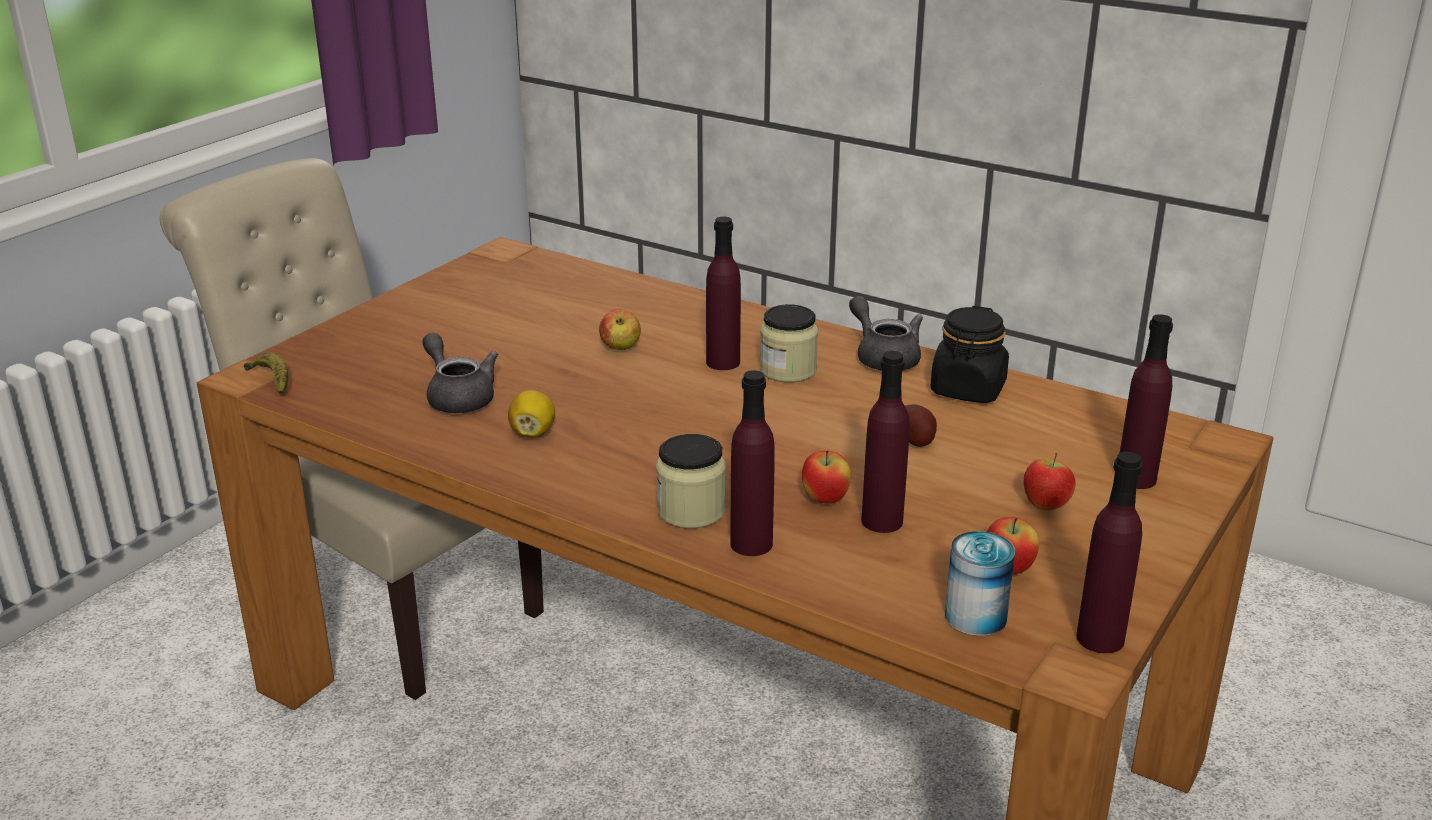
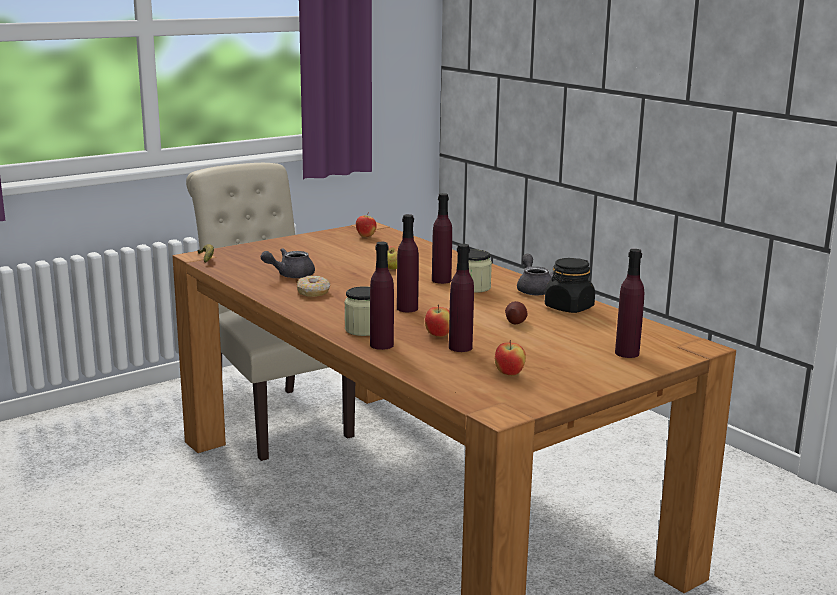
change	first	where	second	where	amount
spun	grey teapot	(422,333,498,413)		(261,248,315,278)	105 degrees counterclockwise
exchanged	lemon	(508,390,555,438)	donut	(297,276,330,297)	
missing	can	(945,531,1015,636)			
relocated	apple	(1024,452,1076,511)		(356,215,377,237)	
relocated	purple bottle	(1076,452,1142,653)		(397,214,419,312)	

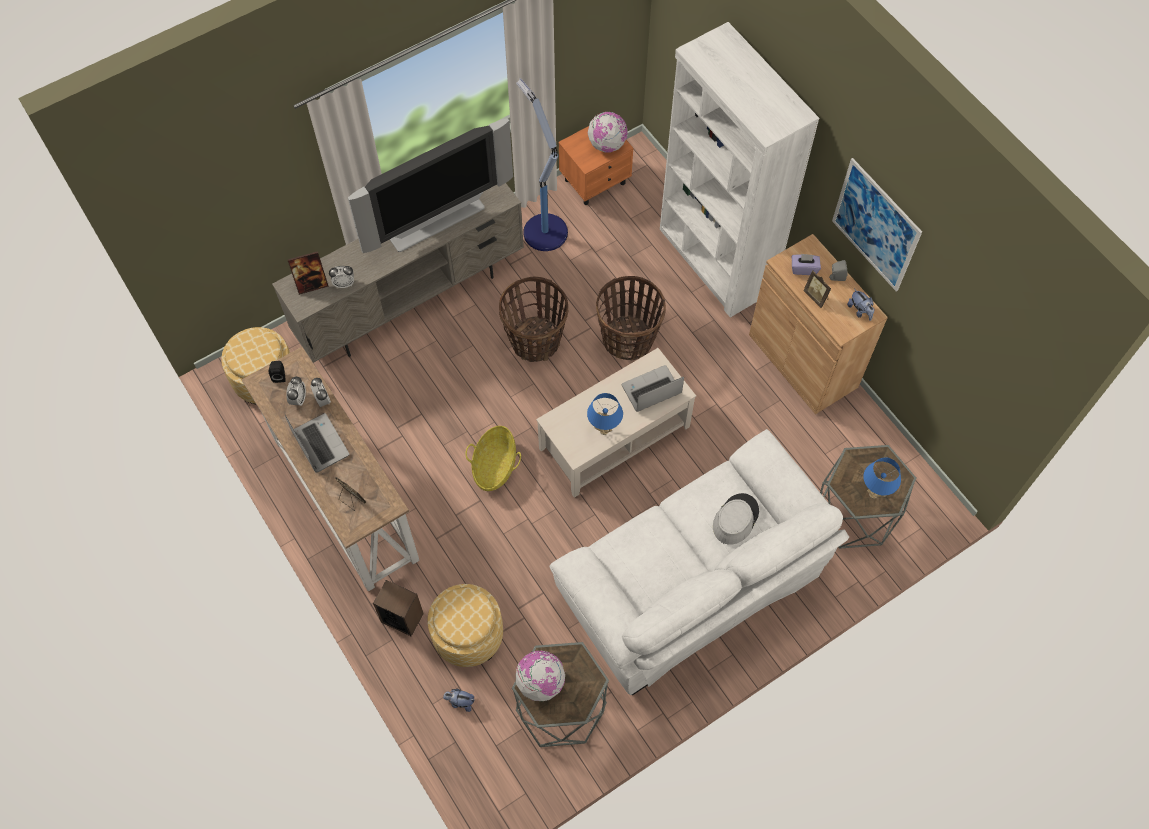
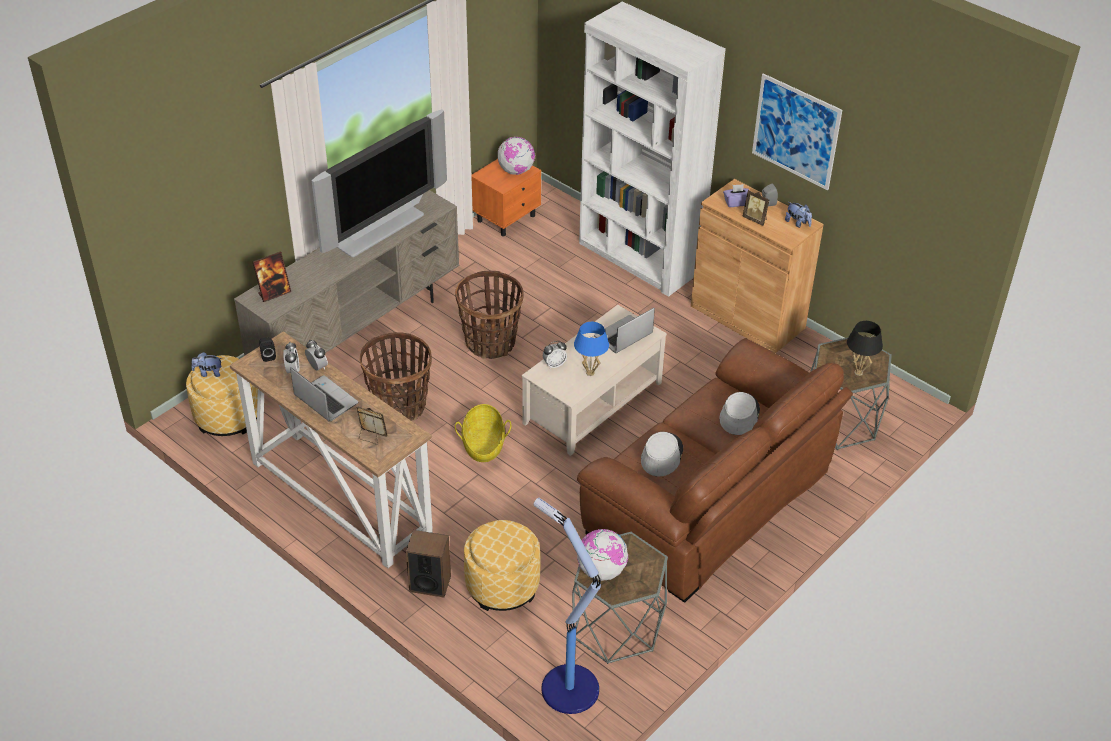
change	first	where	second	where	amount
relocated	alarm clock	(329,266,354,288)		(543,341,567,369)	
relocated	plush toy	(443,689,474,712)		(191,352,222,377)	
relocated	floor lamp	(516,78,568,251)		(534,498,601,714)	
colour	white sofa	(550,429,849,695)	brown sofa	(577,338,853,603)	
relocated	basket	(596,276,666,361)		(359,332,432,421)	
colour	blue table lamp	(863,458,901,499)	black table lamp	(847,321,883,376)	
appeared			grey hat	(641,432,683,476)	

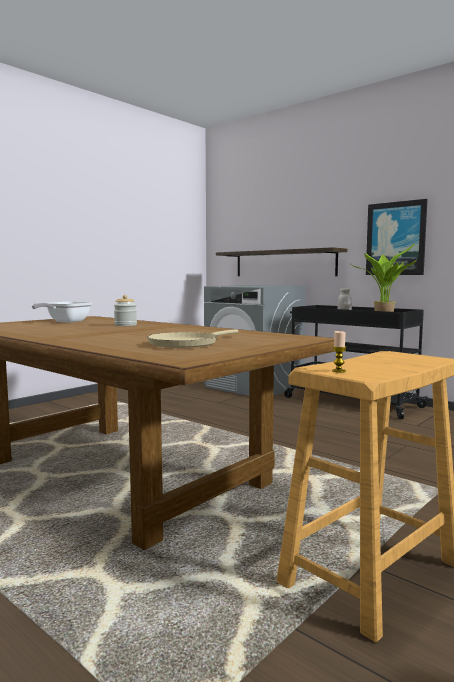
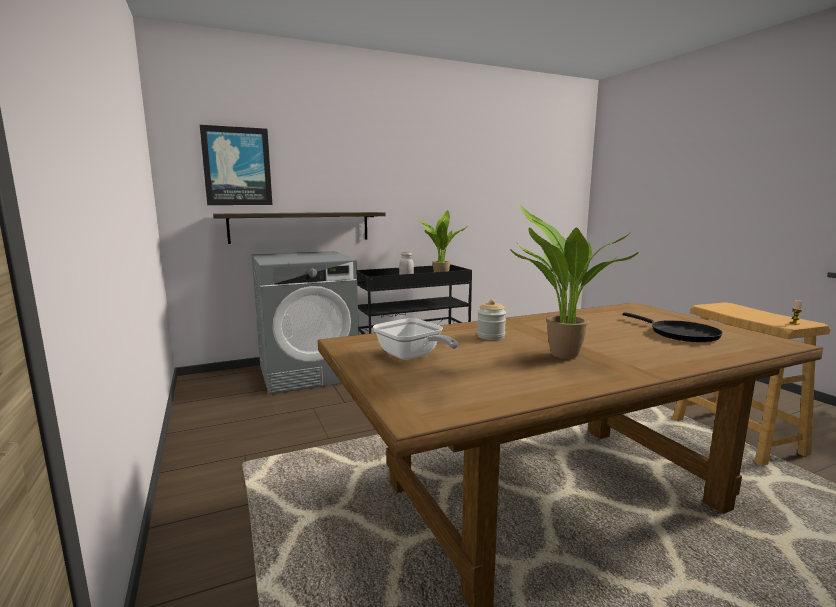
change	first	where	second	where	amount
colour	beige frying pan	(147,330,238,348)	black frying pan	(623,312,723,342)	
relocated	picture	(366,199,428,275)		(200,125,272,205)	
appeared			potted plant	(510,205,639,359)	

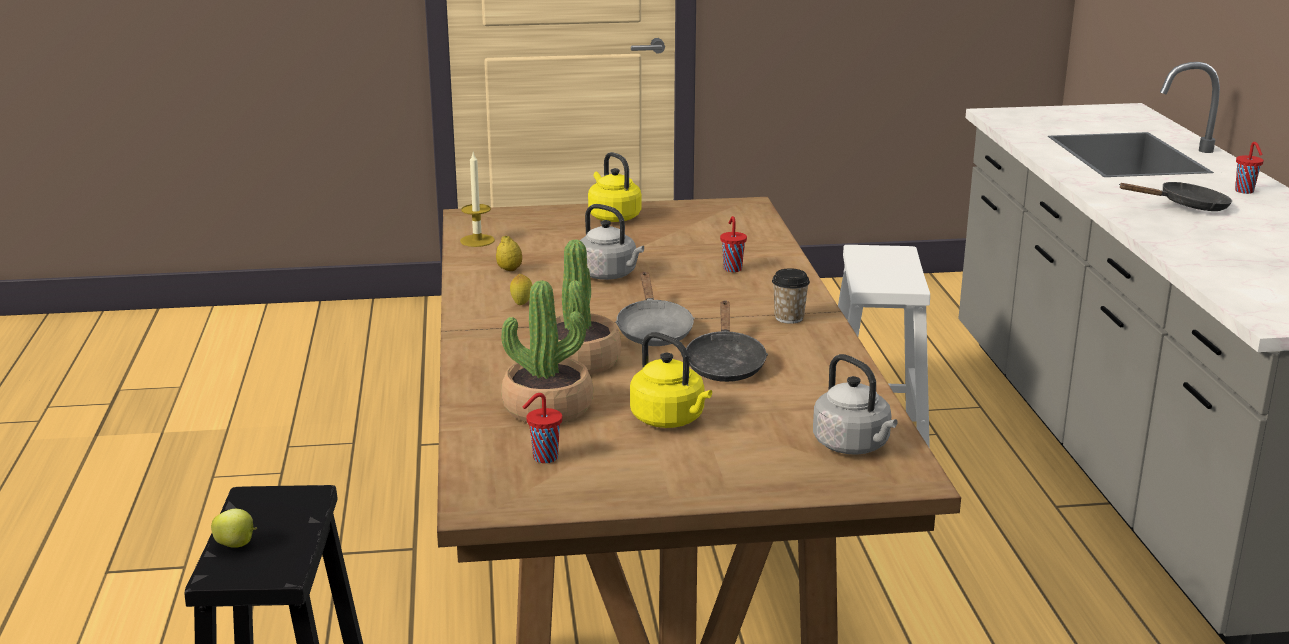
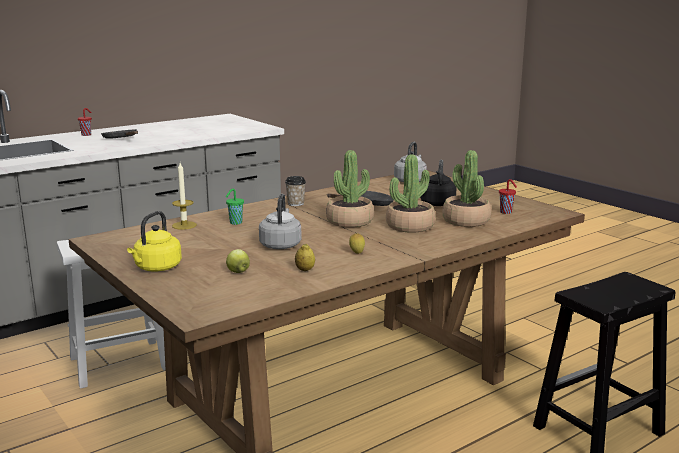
change	first	where	second	where	amount
relocated	apple	(211,509,257,548)		(226,249,250,273)	
relocated	candle	(460,153,495,247)		(172,163,197,230)	
exchanged	grey frying pan	(615,272,695,346)	potted plant	(326,150,374,227)	
colour	yellow kettle	(630,332,712,428)	black kettle	(420,160,457,206)	
colour	red cup	(720,216,747,272)	green cup	(226,189,244,225)	

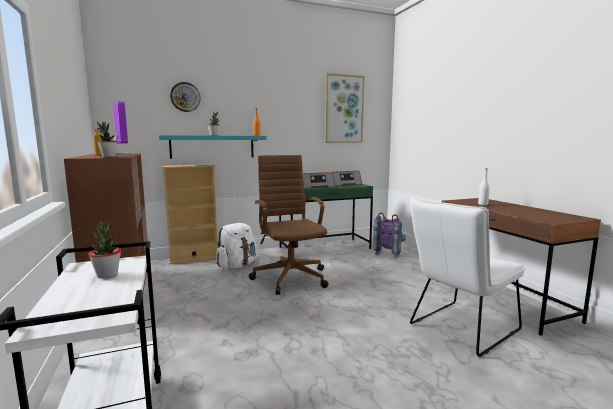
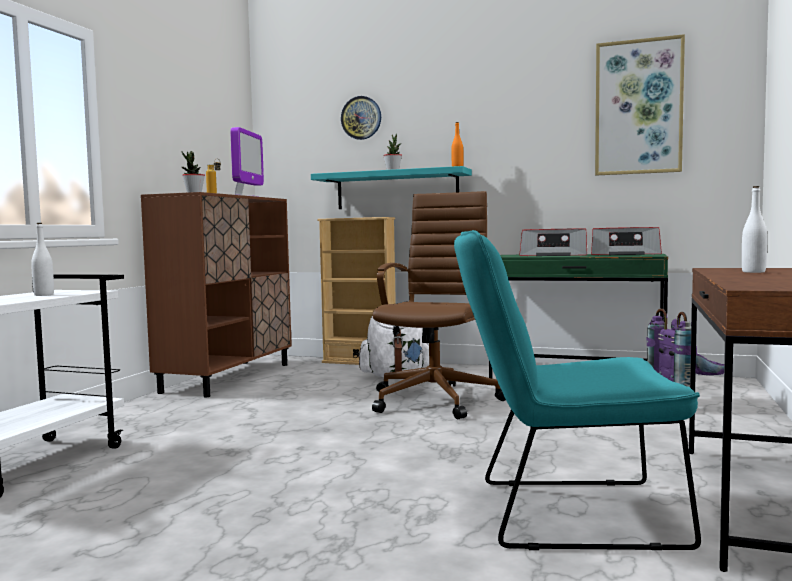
change	first	where	second	where	amount
exchanged	potted plant	(88,221,121,279)	white bottle	(31,223,54,296)	
colour	white chair	(410,197,526,357)	turquoise chair	(454,230,701,550)	

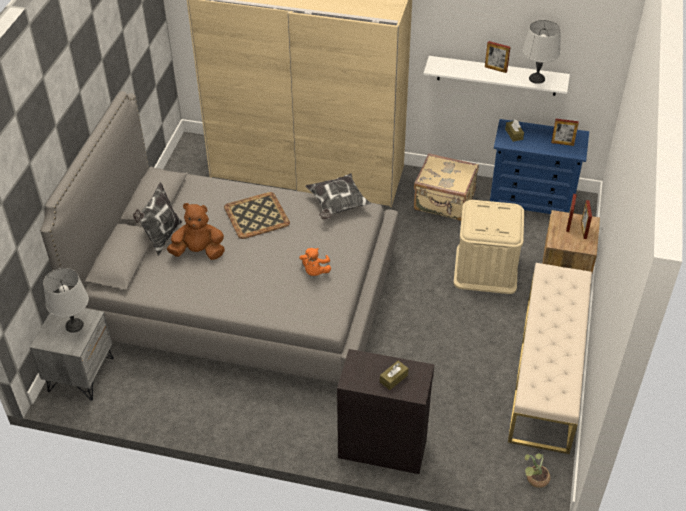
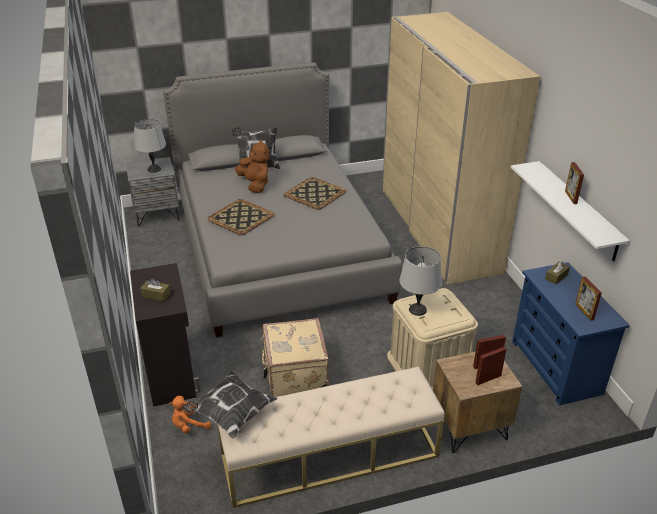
change	first	where	second	where	amount
relocated	orange plush toy	(299,248,331,276)		(169,396,211,433)	
relocated	pillow	(306,173,371,220)		(182,371,278,438)	
relocated	beige suitcase	(414,153,479,221)		(261,318,329,397)	
relocated	grey table lamp	(523,20,561,84)		(399,246,442,316)	
missing	potted plant	(525,453,550,488)			
appeared			tray	(207,199,274,235)	

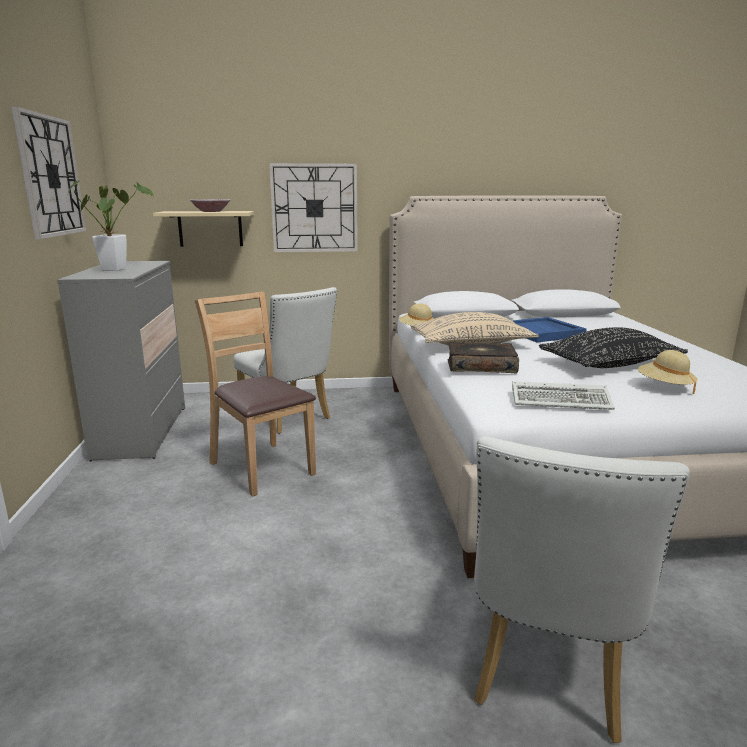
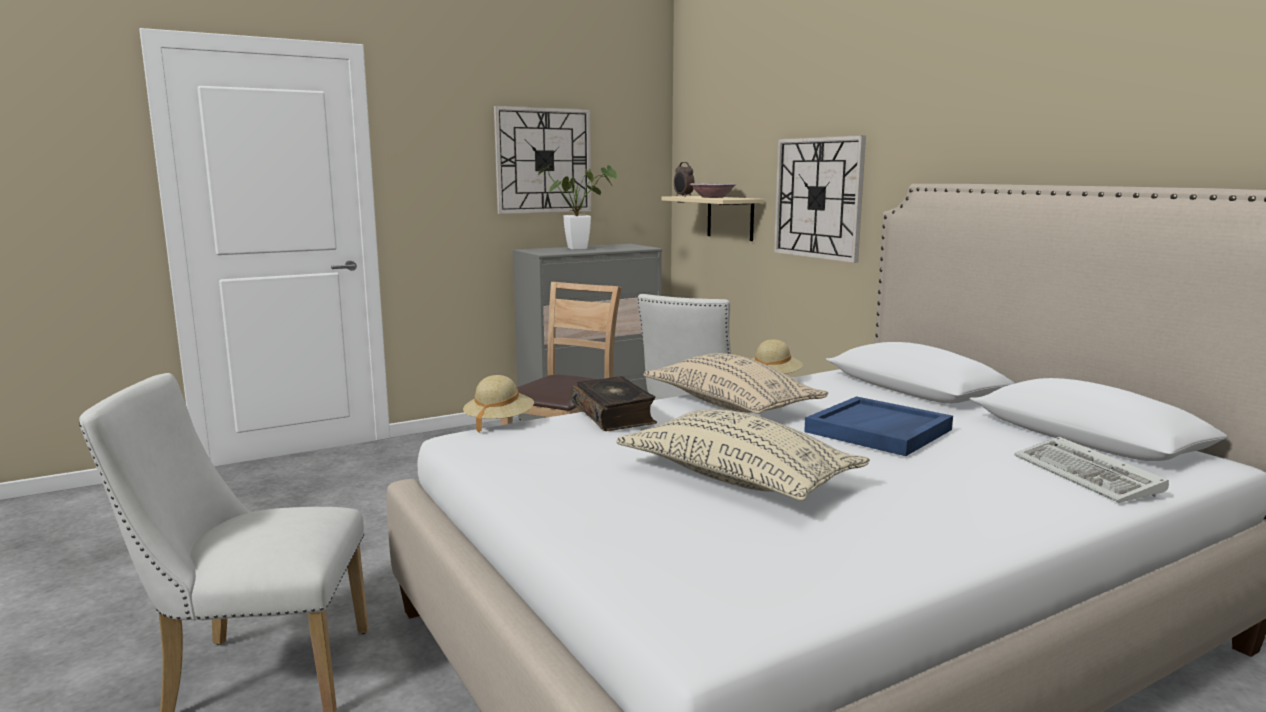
change	first	where	second	where	amount
relocated	keyboard	(512,381,615,410)		(1014,437,1169,503)	
colour	black pillow	(539,327,688,368)	beige pillow	(616,409,870,501)	
relocated	beige hat	(638,350,697,394)		(463,375,534,433)	
appeared			alarm clock	(674,162,695,197)	

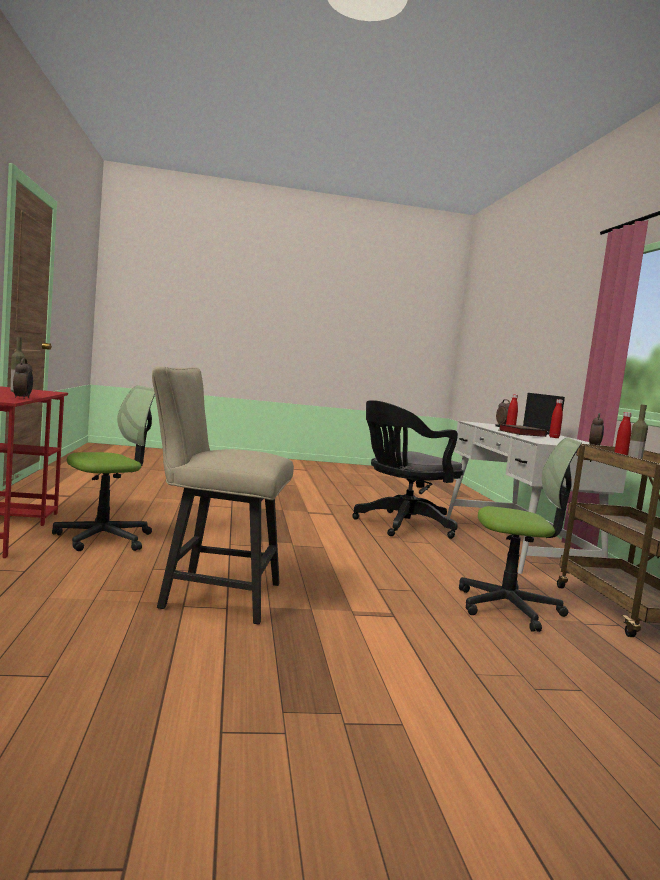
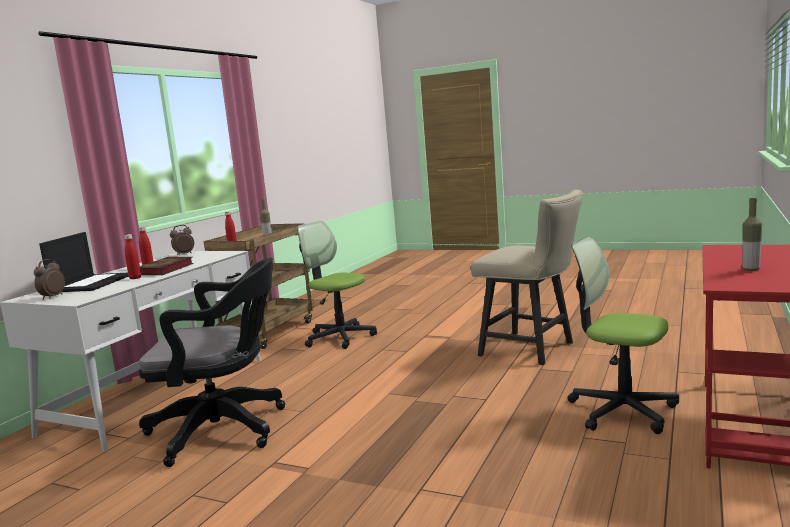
change	first	where	second	where	amount
missing	alarm clock	(13,358,33,399)			
spun	office chair	(52,385,155,551)		(568,237,679,434)	45 degrees clockwise

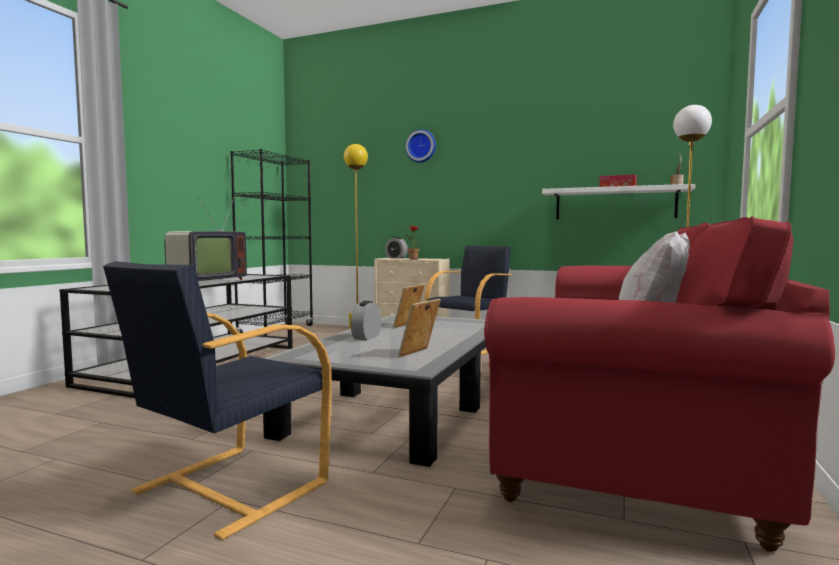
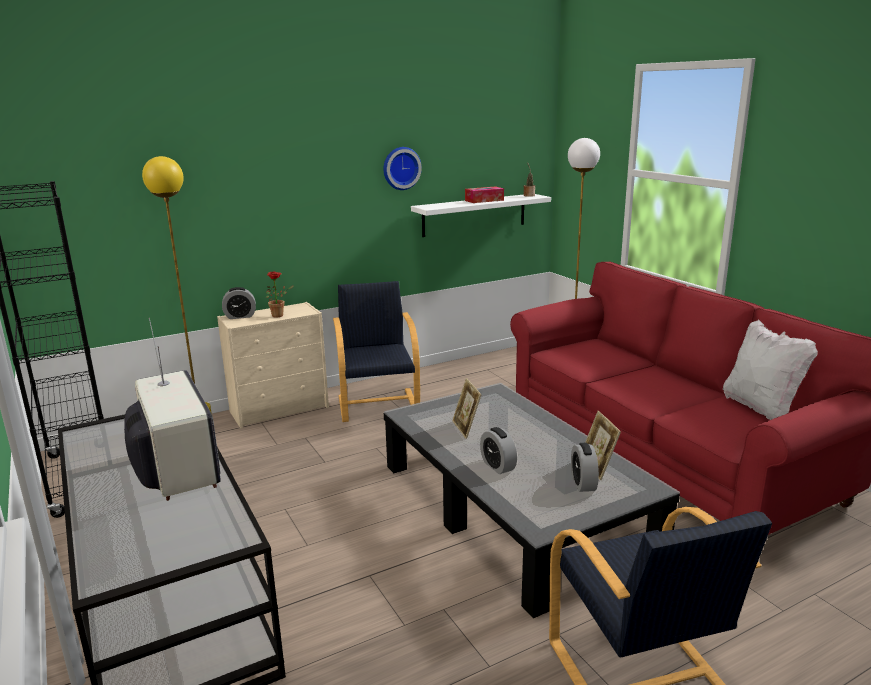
change	first	where	second	where	amount
relocated	wall clock	(405,129,436,163)		(383,147,422,190)	
appeared			alarm clock	(571,443,599,492)	

